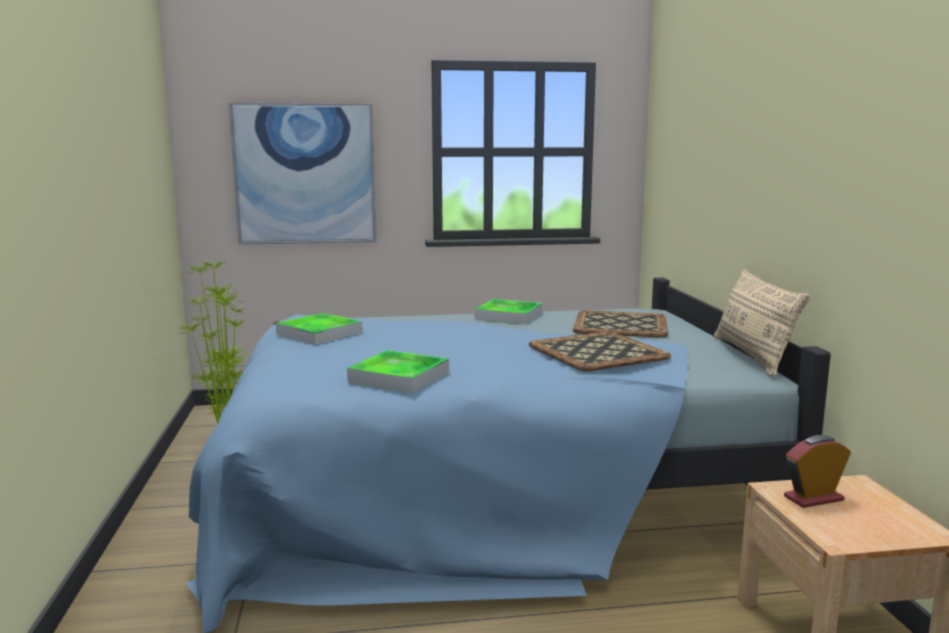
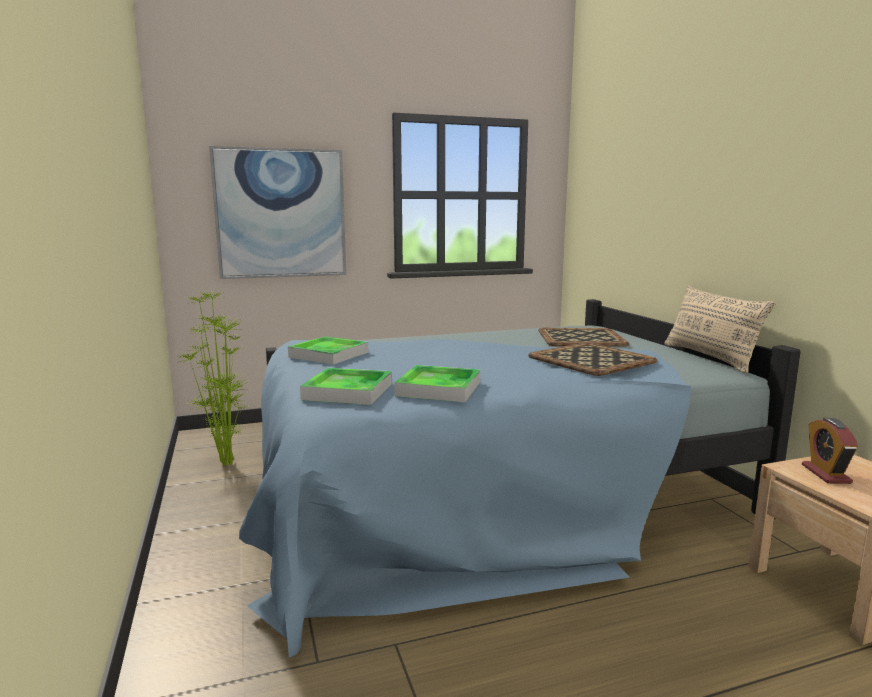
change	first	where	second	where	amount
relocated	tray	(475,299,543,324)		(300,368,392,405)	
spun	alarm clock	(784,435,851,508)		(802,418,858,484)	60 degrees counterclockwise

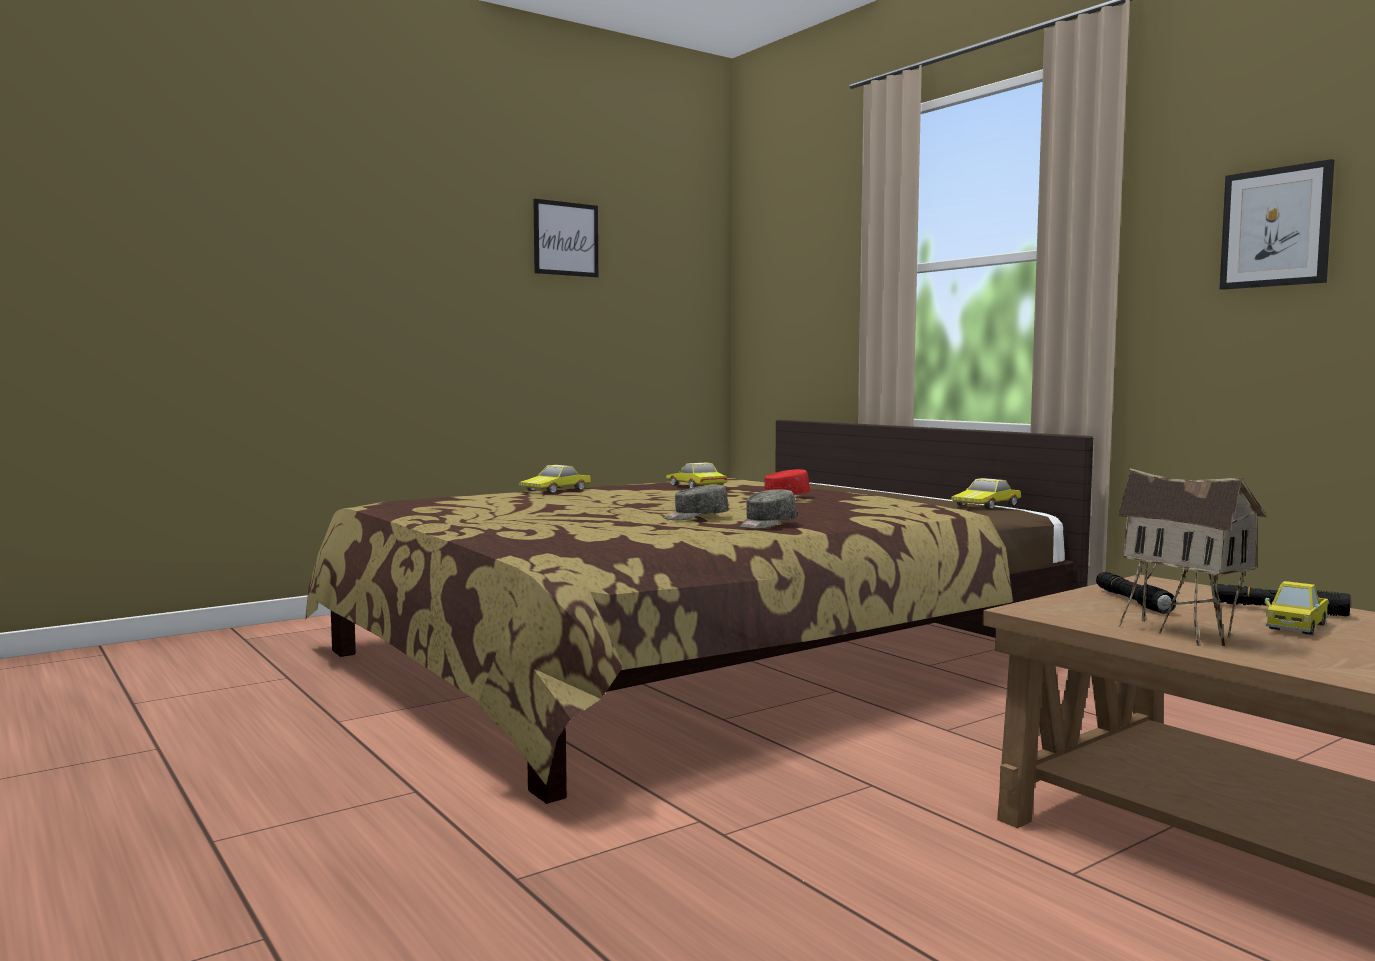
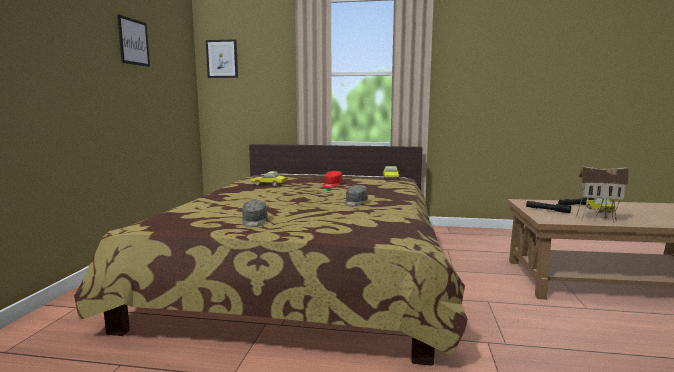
change	first	where	second	where	amount
missing	toy car	(519,465,591,494)			
relocated	grey cap	(740,489,797,529)		(242,200,267,227)	
relocated	picture	(1220,159,1334,290)		(206,39,238,78)	

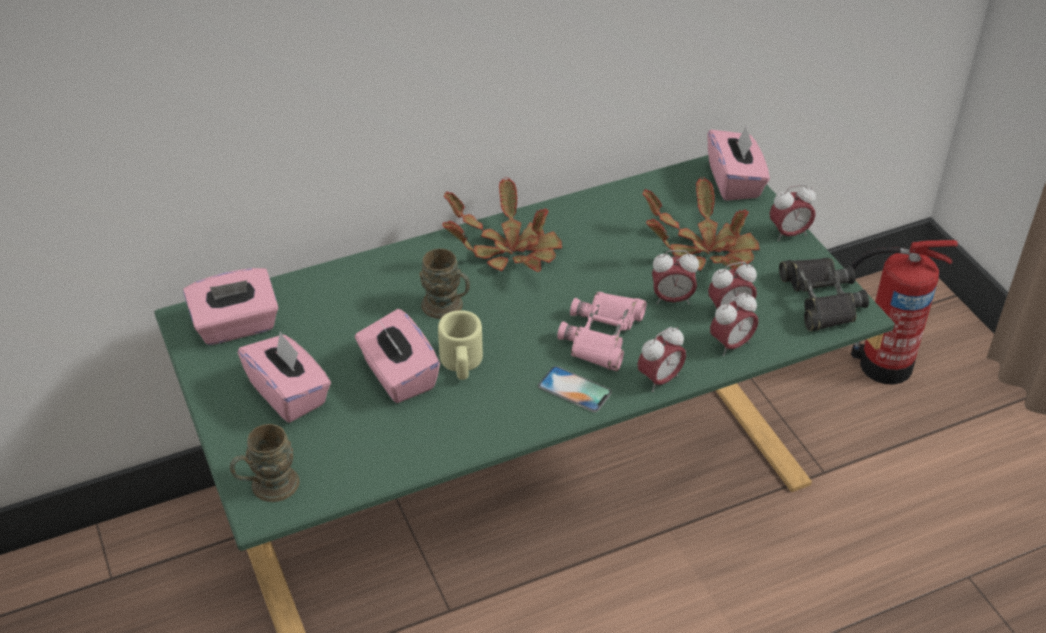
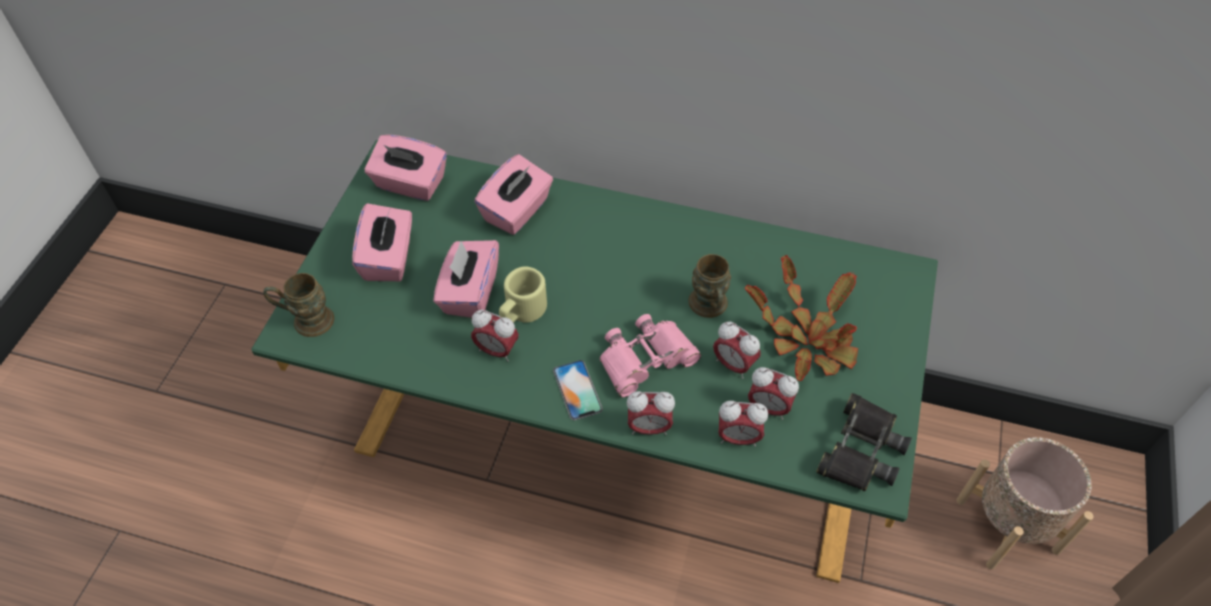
change	first	where	second	where	amount
relocated	brown mug	(420,249,470,319)		(688,254,731,318)	
missing	potted plant	(442,178,562,272)			
relocated	pink tissue box	(707,125,770,201)		(475,154,553,235)	
relocated	alarm clock	(770,184,816,241)		(471,310,519,361)	
exchanged	fire extinguisher	(851,240,958,385)	beige planter	(956,437,1094,570)	

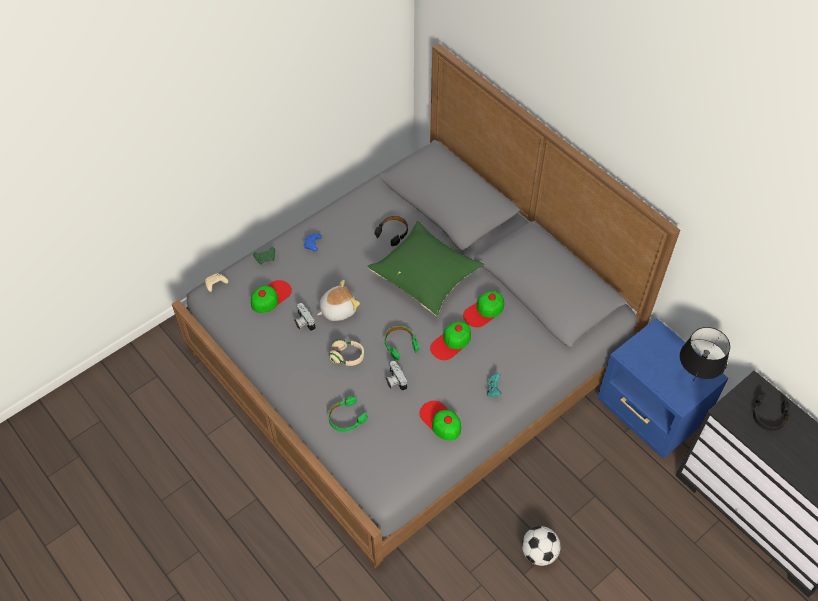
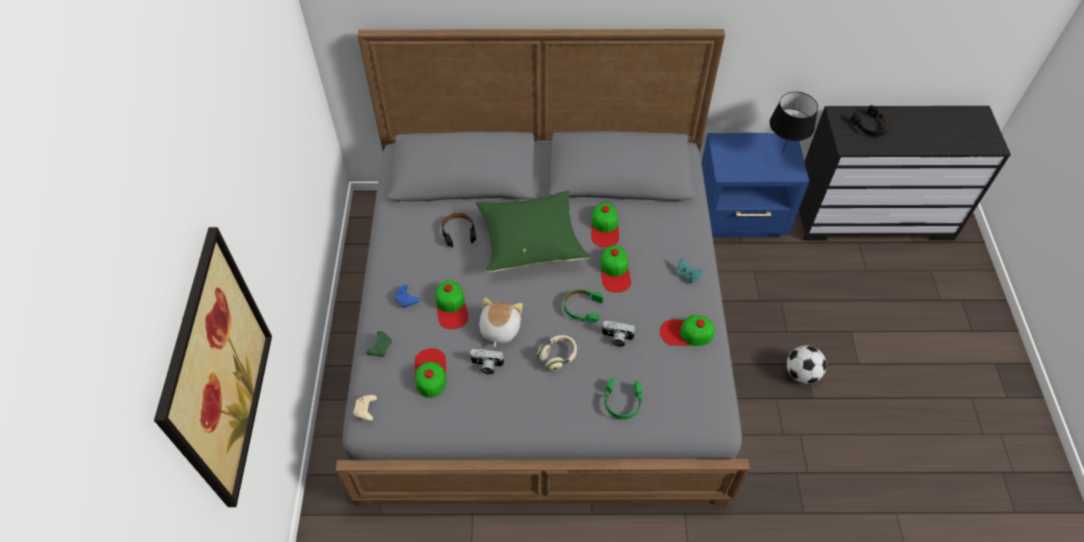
change	first	where	second	where	amount
appeared			picture	(154,227,272,507)	
appeared			cap	(435,280,468,329)	

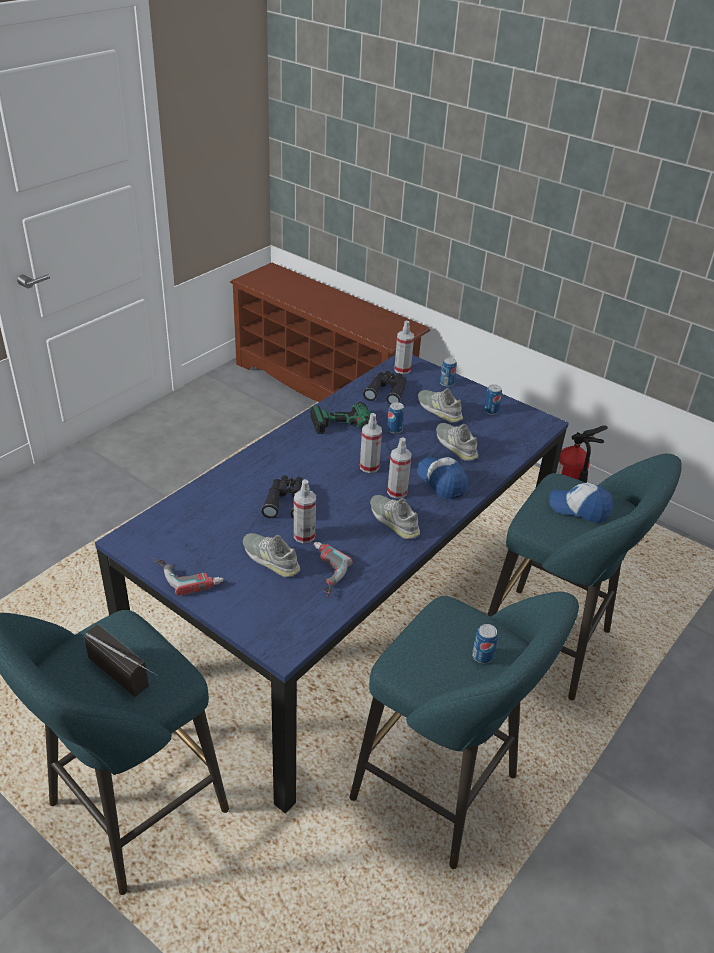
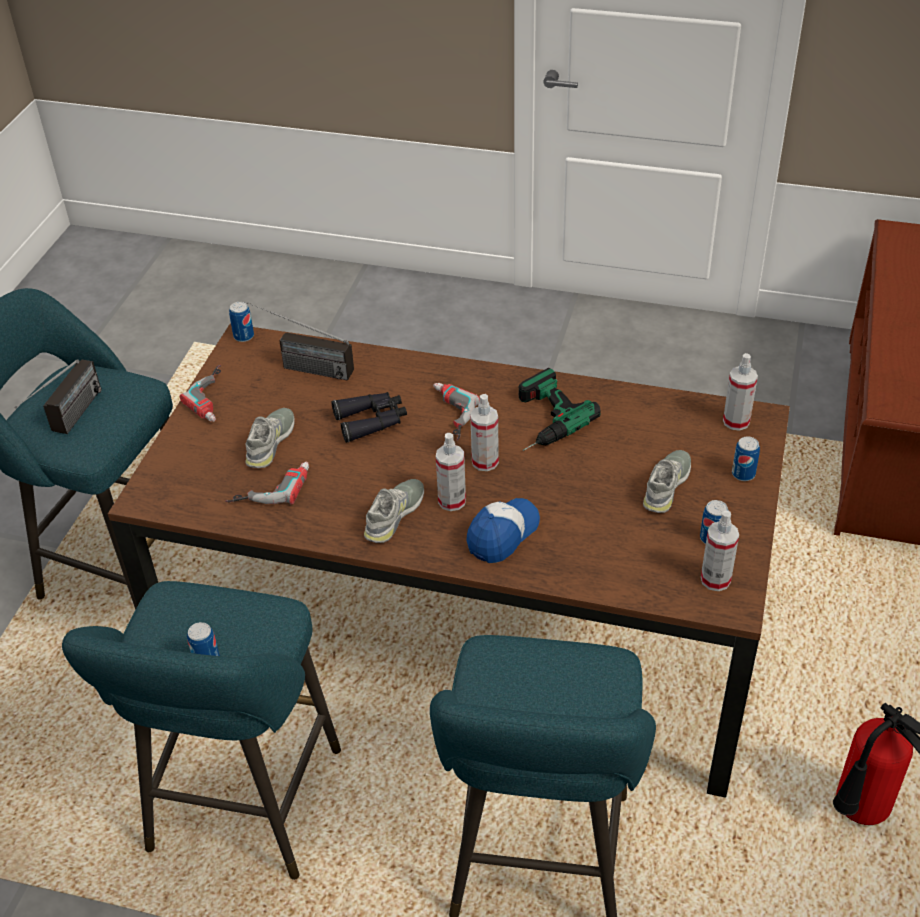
change	first	where	second	where	amount
colour	blue dining table	(95,354,569,813)	brown dining table	(108,324,790,798)	
relocated	spray bottle	(294,479,316,544)		(701,510,739,591)	
missing	black binoculars	(363,371,407,405)			
relocated	can	(387,402,404,434)		(229,302,254,342)	
missing	grey shoe	(436,423,478,461)			
missing	cap	(549,483,613,523)			
appeared			radio	(247,302,354,381)	
appeared			power drill	(433,383,480,441)	

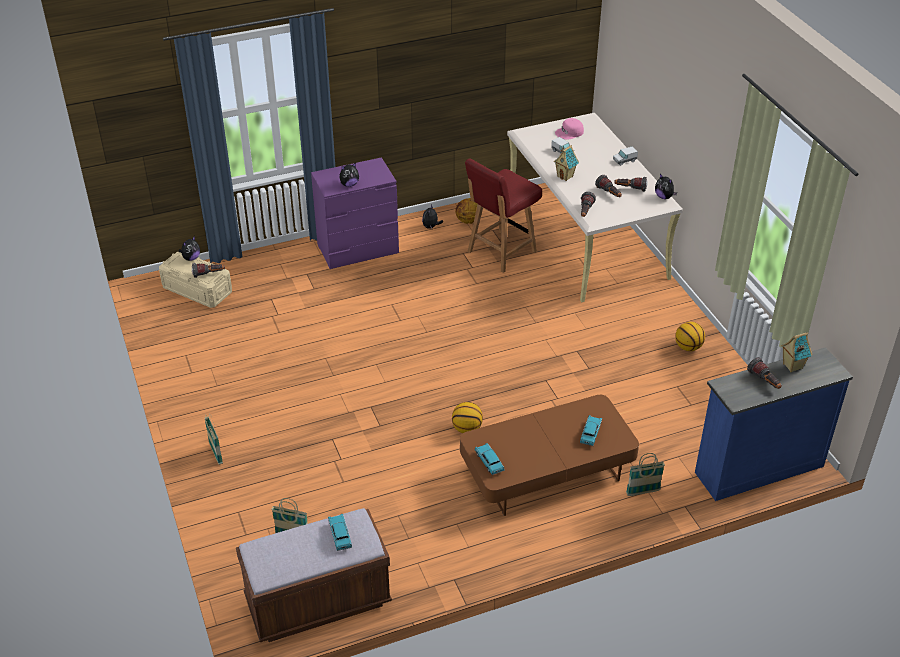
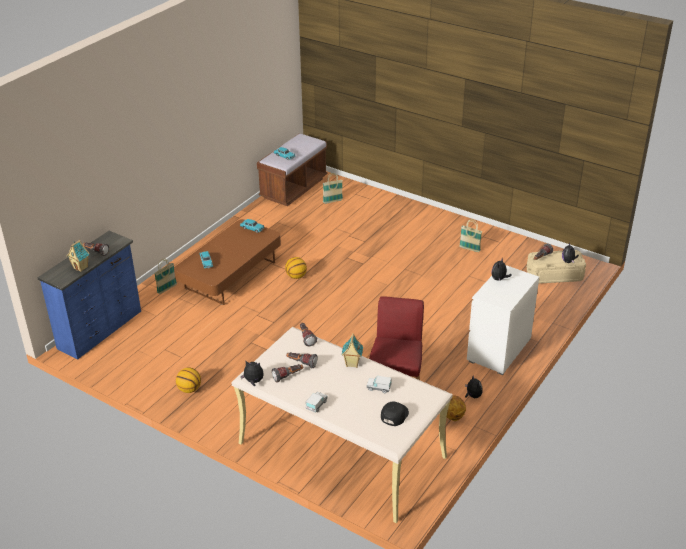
change	first	where	second	where	amount
relocated	basket	(205,414,223,465)		(459,220,482,252)	
colour	purple dresser	(311,157,399,269)	white dresser	(467,265,539,375)	
colour	pink cap	(555,118,584,140)	black cap	(381,402,409,426)	

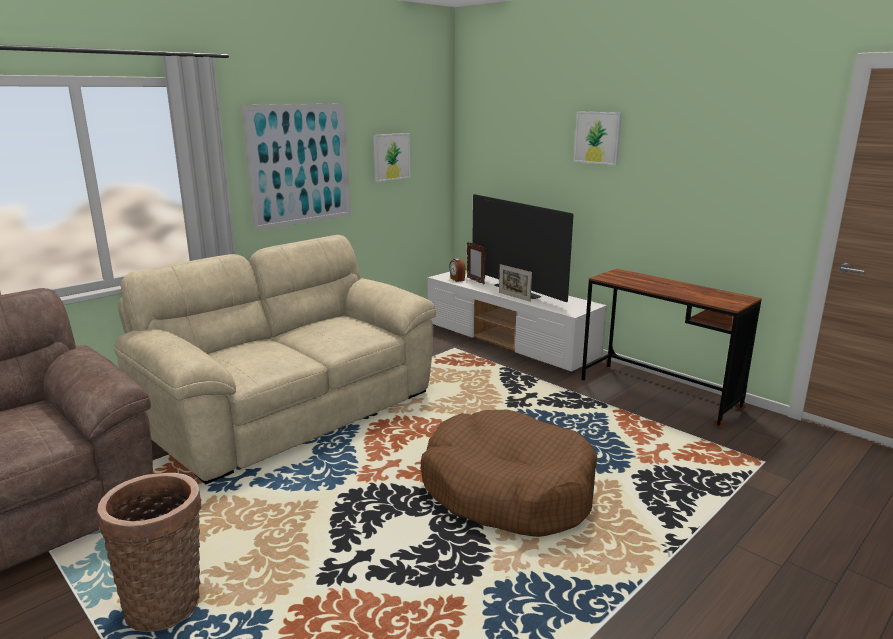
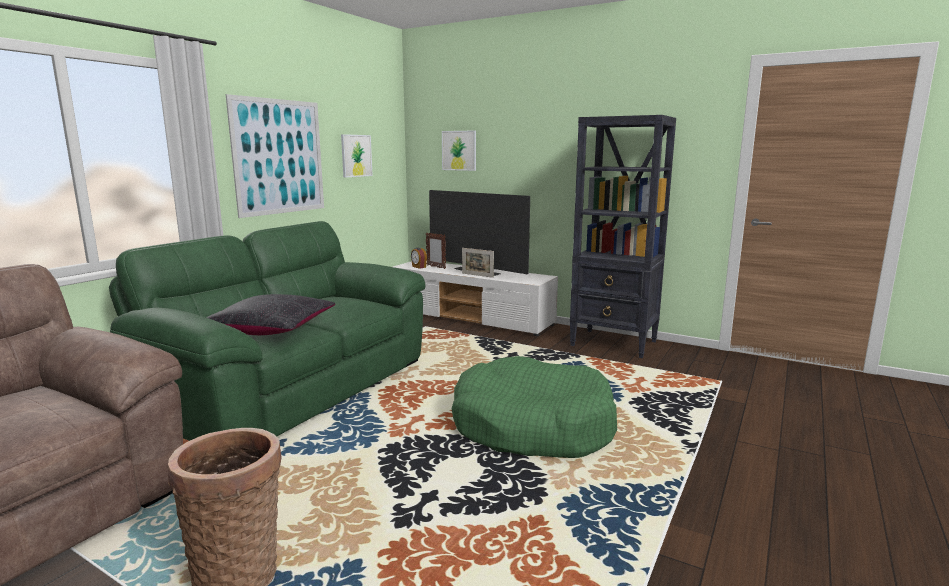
change	first	where	second	where	amount
colour	beige sofa	(114,235,436,485)	green sofa	(109,221,425,441)	
colour	brown dog bed	(421,410,597,537)	green dog bed	(452,356,617,458)	
relocated	picture	(574,111,622,165)		(442,130,476,171)	
exchanged	brown desk	(581,269,762,428)	black bookcase	(570,115,676,358)	
appeared			black pillow	(206,294,335,335)	

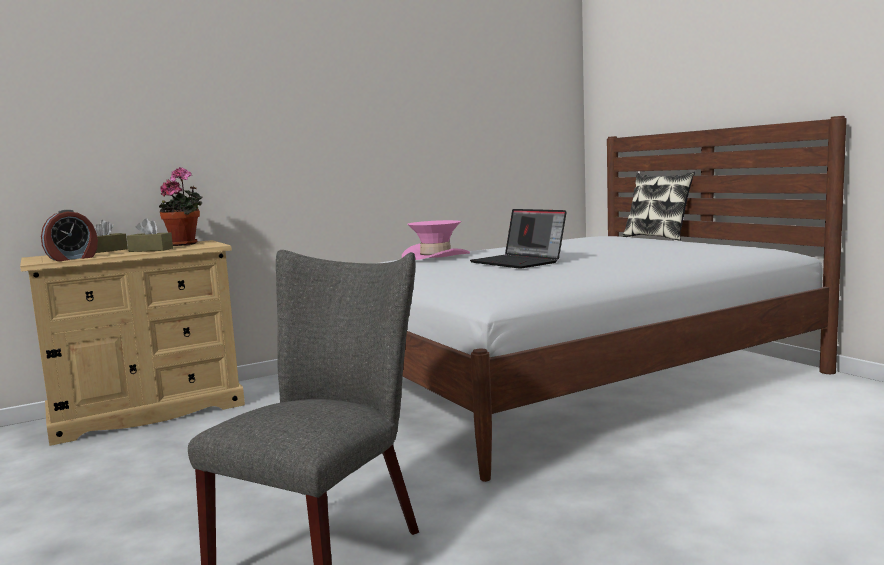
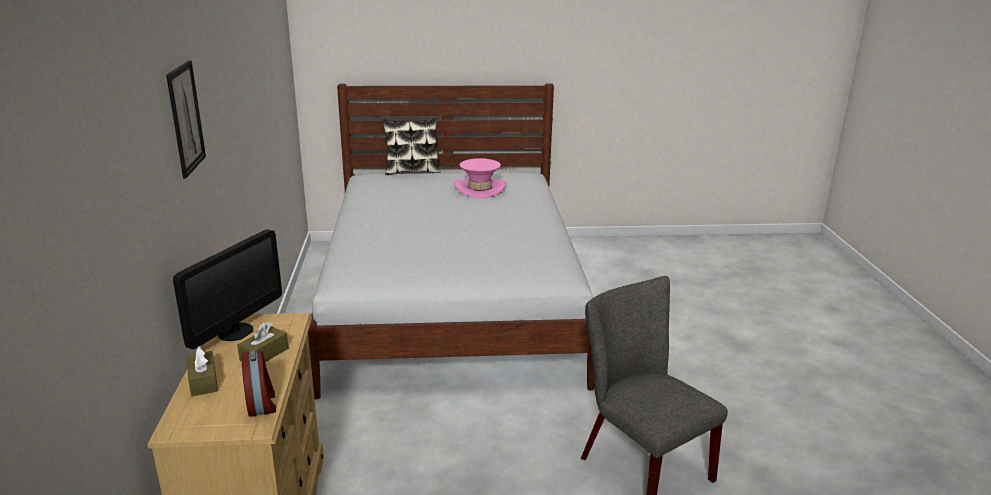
change	first	where	second	where	amount
exchanged	potted plant	(159,167,203,246)	monitor	(173,229,282,349)	
relocated	pink hat	(402,220,470,260)		(454,158,506,198)	
missing	laptop	(470,209,567,269)			
appeared			picture	(166,60,206,178)	

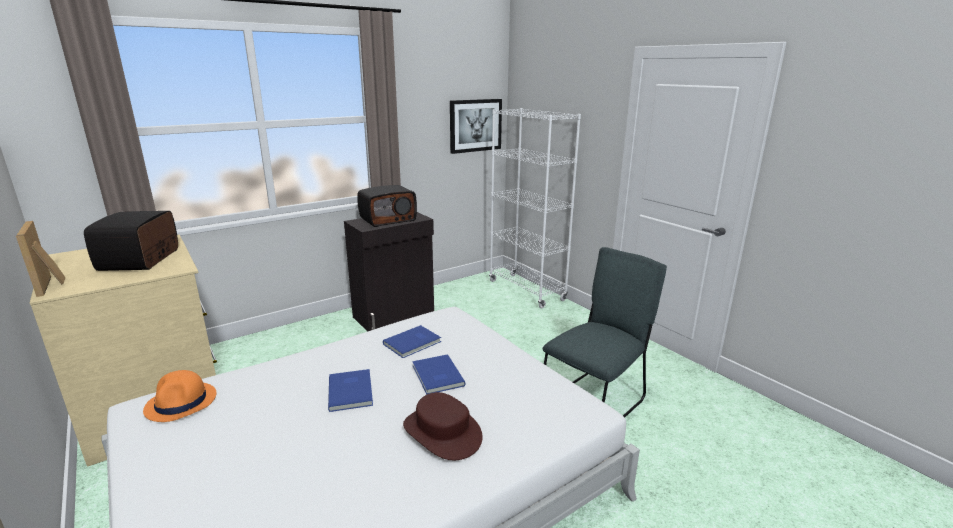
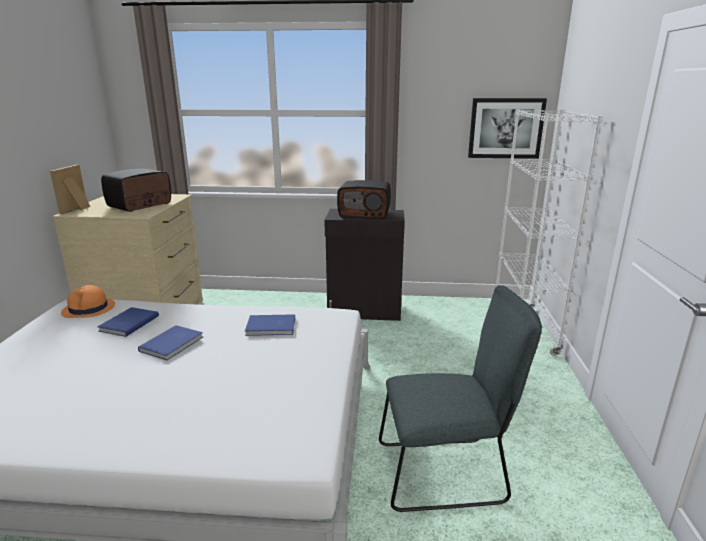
change	first	where	second	where	amount
missing	brown hat	(403,392,483,460)			
relocated	blue book	(412,354,466,395)		(97,307,159,337)	

